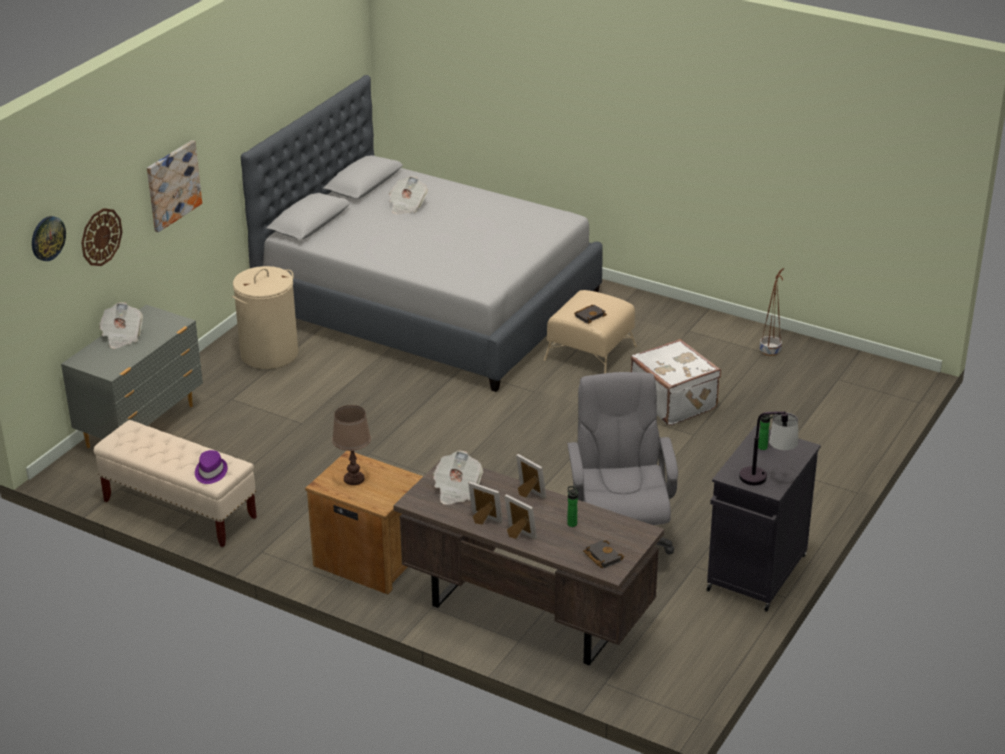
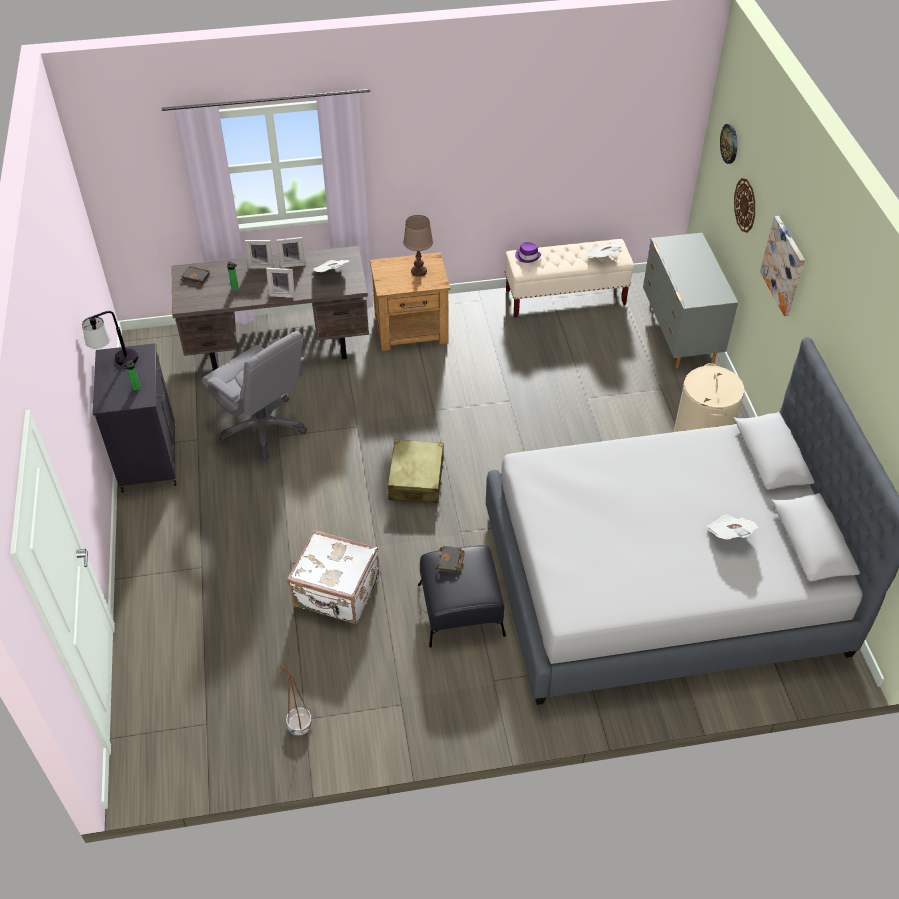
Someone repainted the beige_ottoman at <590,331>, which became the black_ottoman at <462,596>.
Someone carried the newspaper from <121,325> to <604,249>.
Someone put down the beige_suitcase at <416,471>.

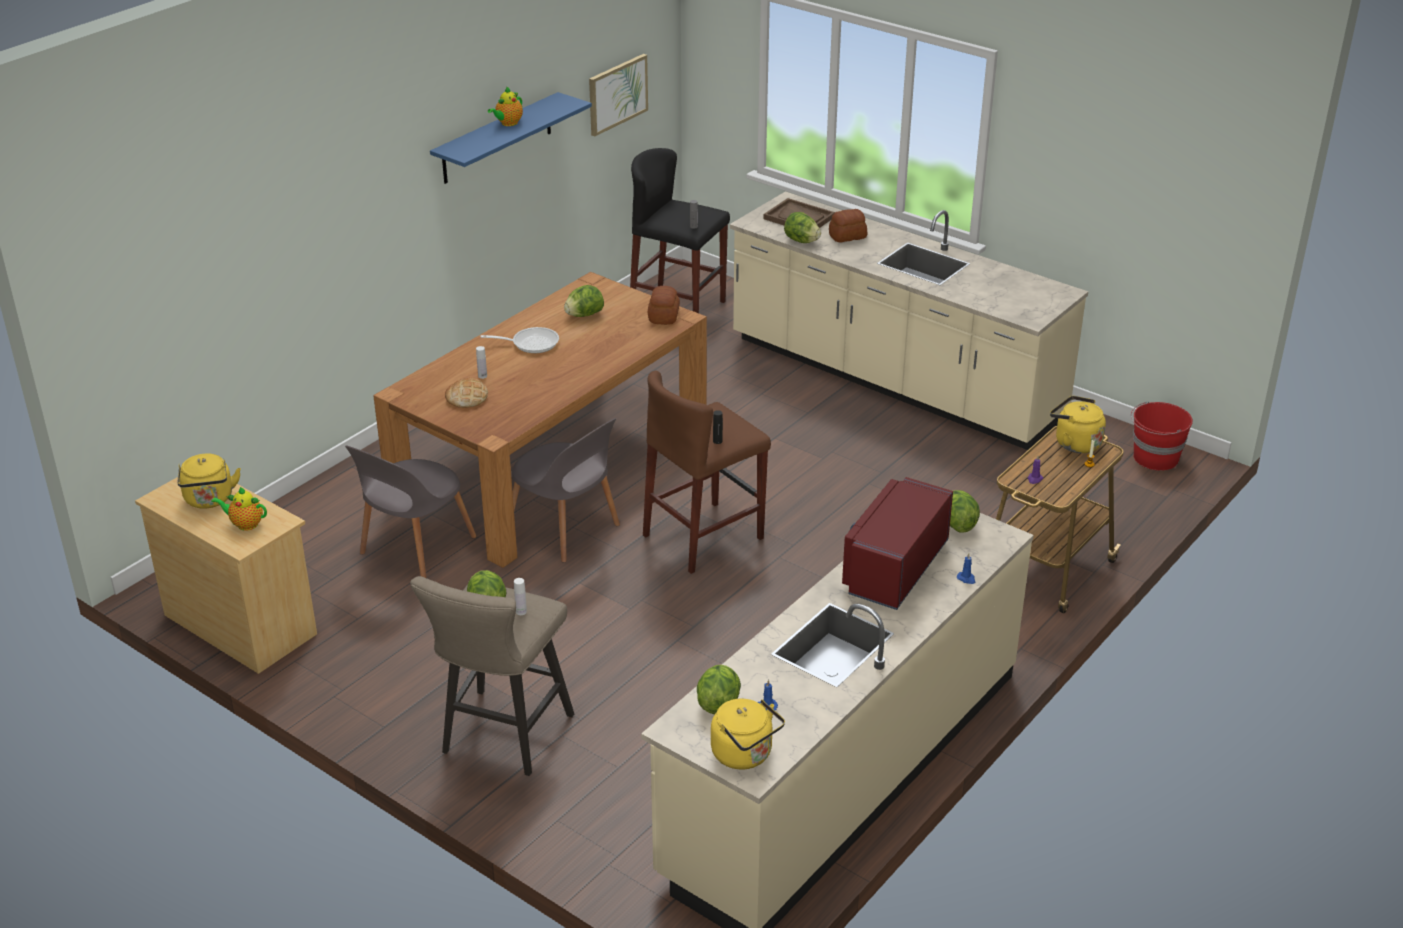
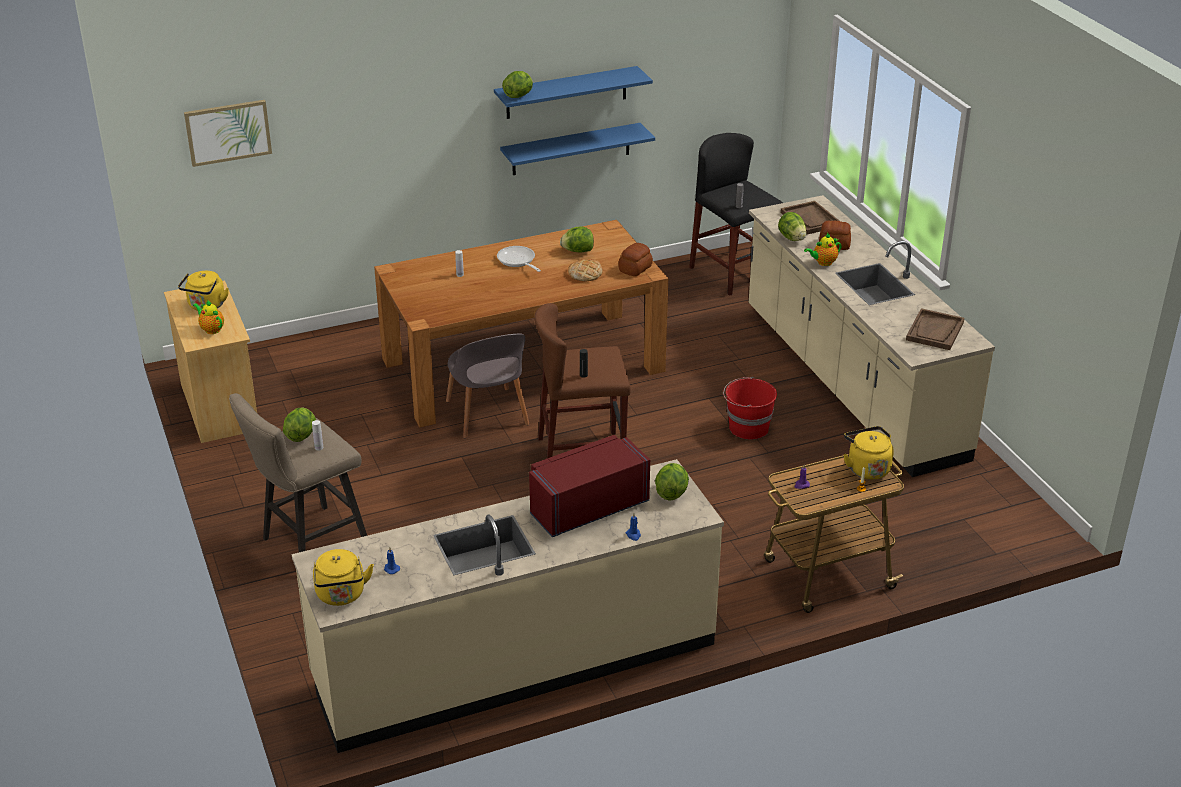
Someone carried the picture from <618,95> to <228,133>.
Someone carried the teapot from <505,106> to <823,249>.
Someone rotated the frying_pan at <520,340> by 150 degrees counterclockwise.
Someone carried the bread from <466,392> to <585,270>.
Someone carried the red_bucket from <1162,436> to <750,408>.
Someone took away the grey_chair at <411,511>.
Someone carried the lettuce from <719,689> to <517,84>.
Someone put up the blue_shelf at <577,149>.
Someone put down the brown_tray at <935,329>.

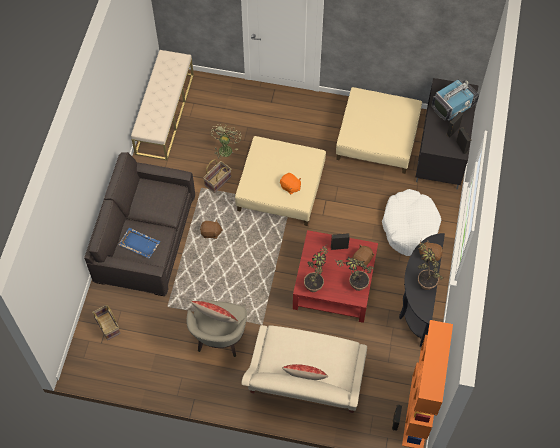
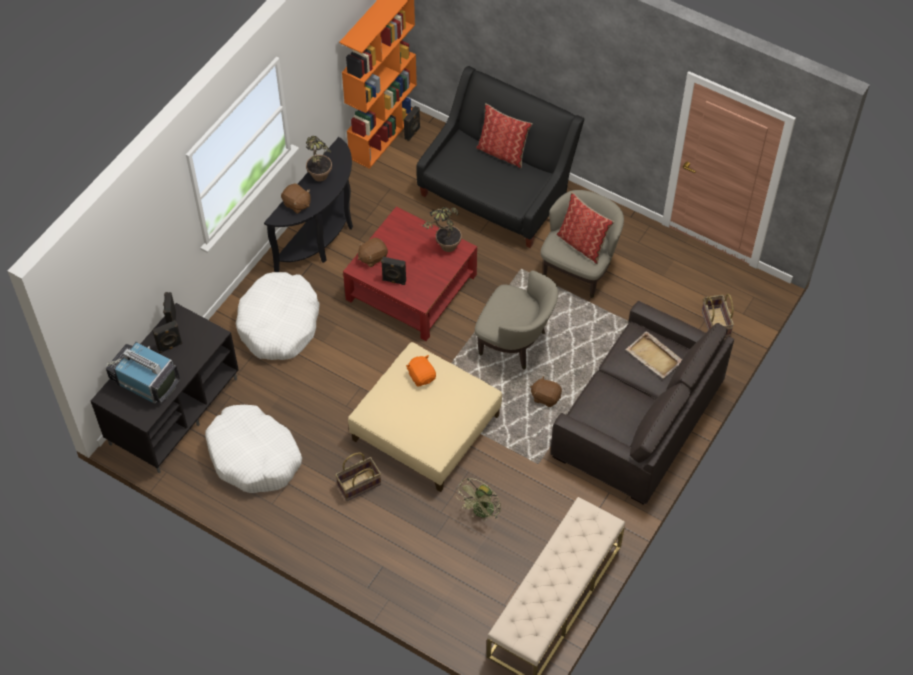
Someone rotated the television at <455,100> by 45 degrees clockwise.
Someone swapped the beige_ottoman at <379,130> for the white_dog_bed at <253,449>.
Someone carried the basket from <217,176> to <358,477>.
Someone repainted the blue_tray at <139,243>, which became the beige_tray at <654,355>.
Someone took away the potted_plant at <354,274>.
Someone repainted the beige_sofa at <304,369>, which became the black_sofa at <500,157>.
Someone put down the beige_armchair at <516,320>.

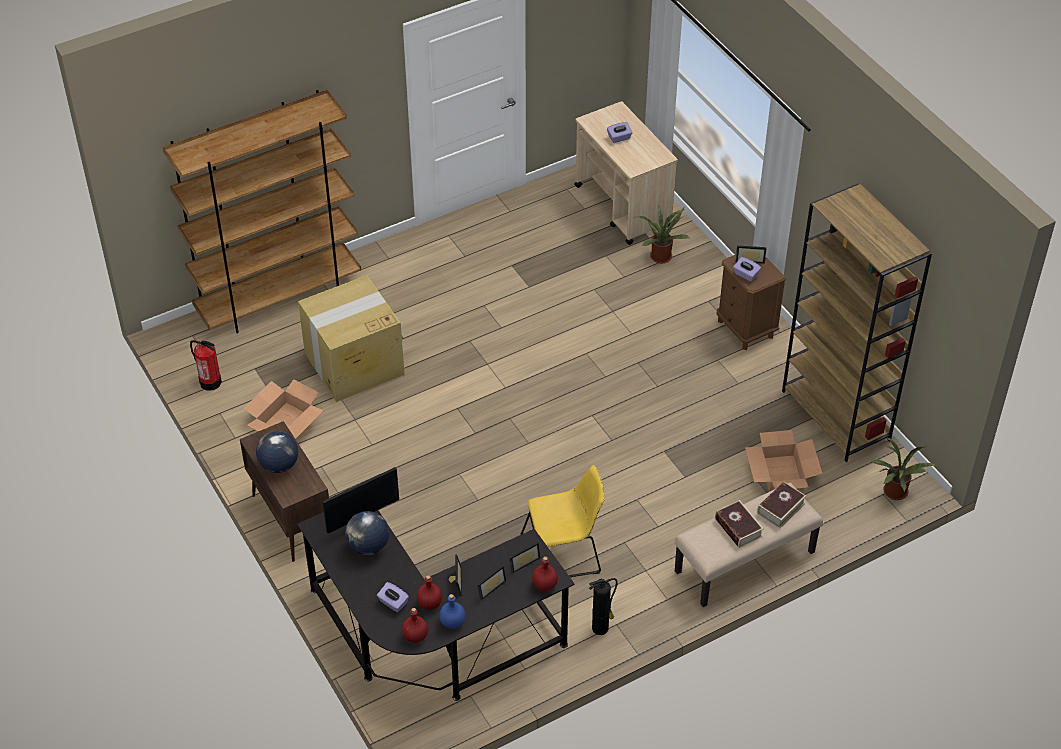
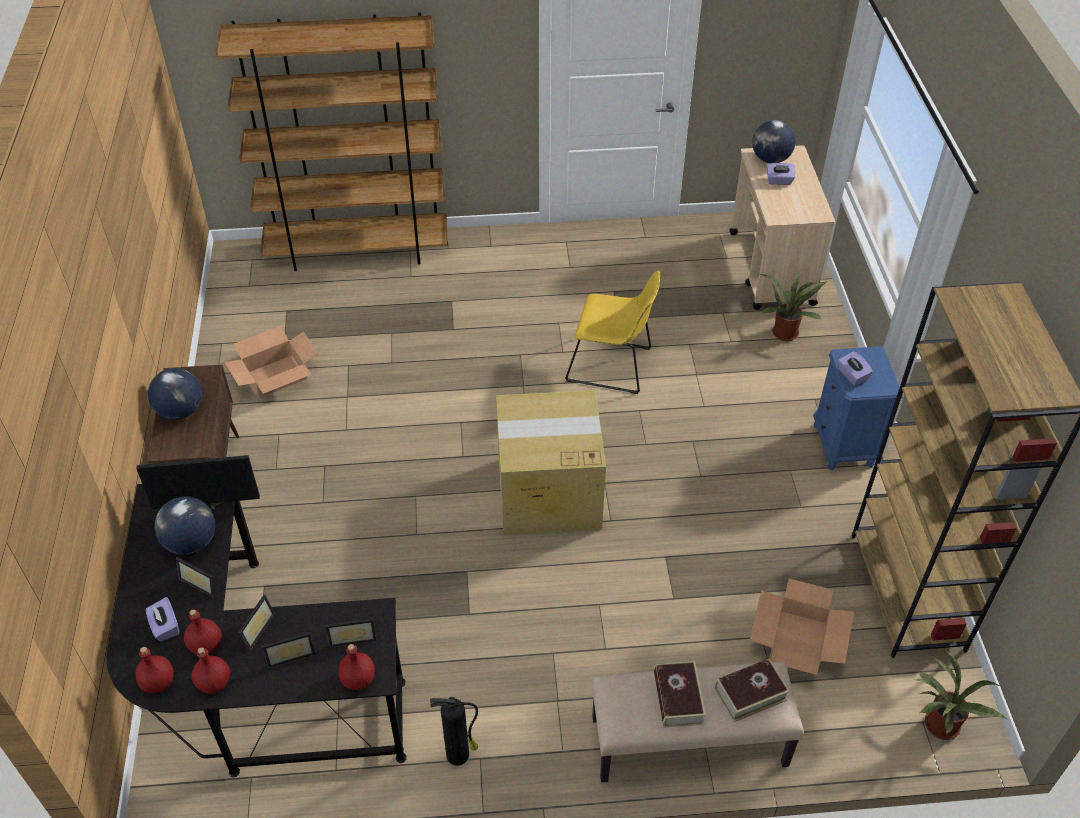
Someone repainted the brown_nightstand at <751,298>, which became the blue_nightstand at <858,408>.
Someone carried the picture_frame from <751,255> to <196,577>.
Someone carried the cardboard_box from <351,338> to <551,462>.
Someone took away the fire_extinguisher at <206,365>.
Someone carried the yellow_chair from <562,521> to <612,332>.
Someone repainted the blue_bottle at <452,611>, which became the red_bottle at <211,670>.
Someone put down the globe at <774,141>.

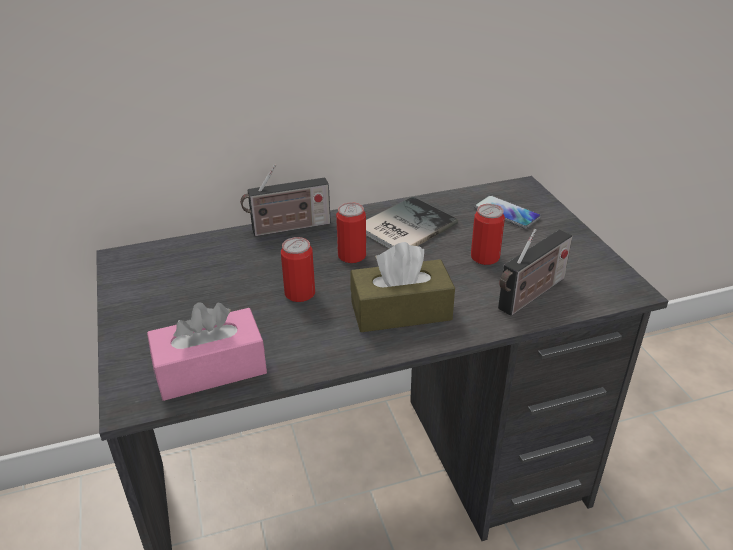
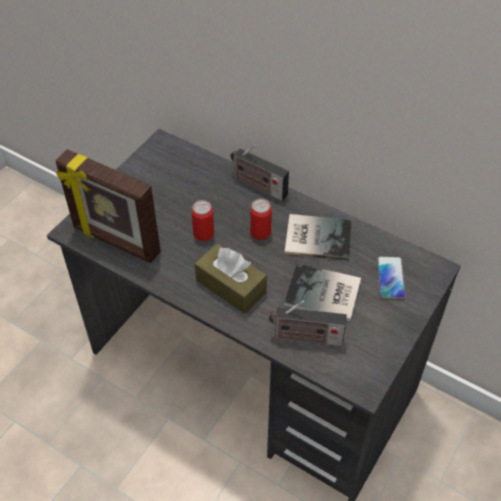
Someone swapped the can at <488,234> for the book at <322,292>.
Someone swapped the pink_tissue_box at <207,351> for the picture_frame at <108,206>.

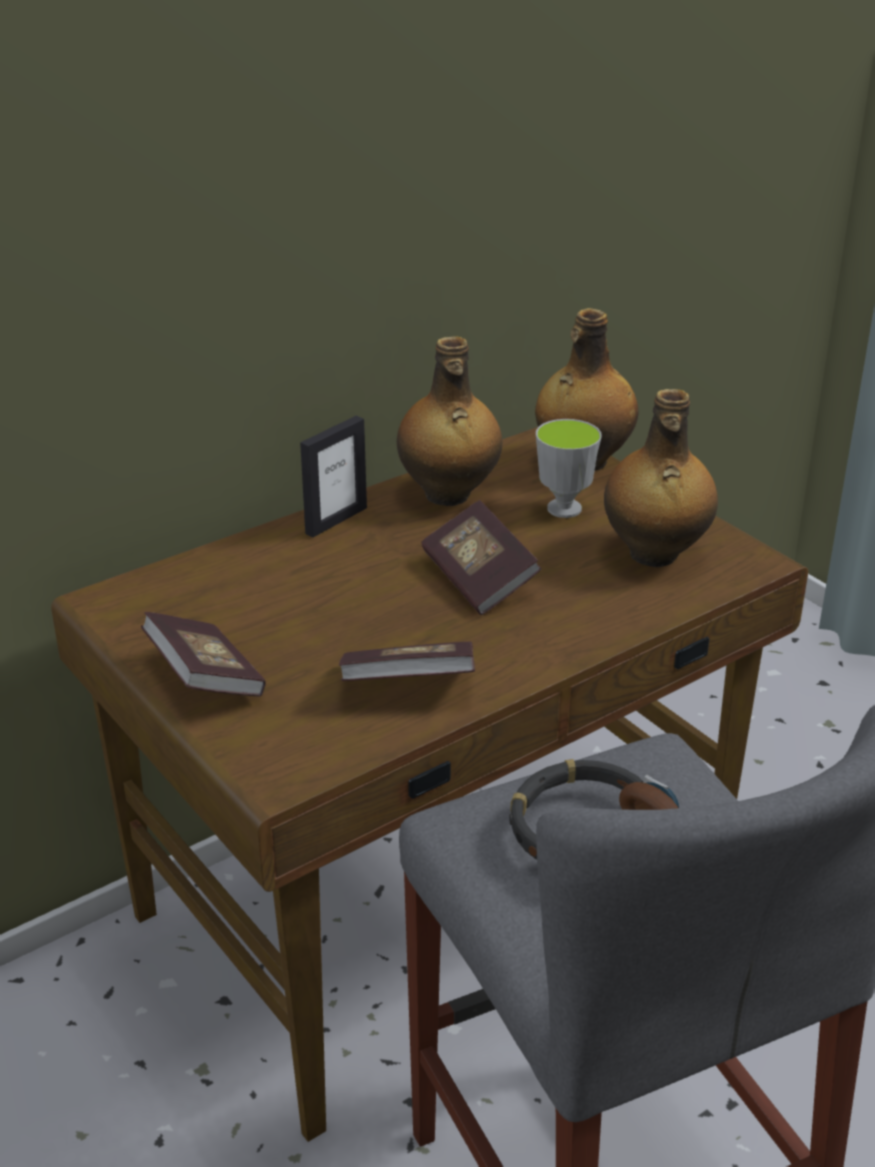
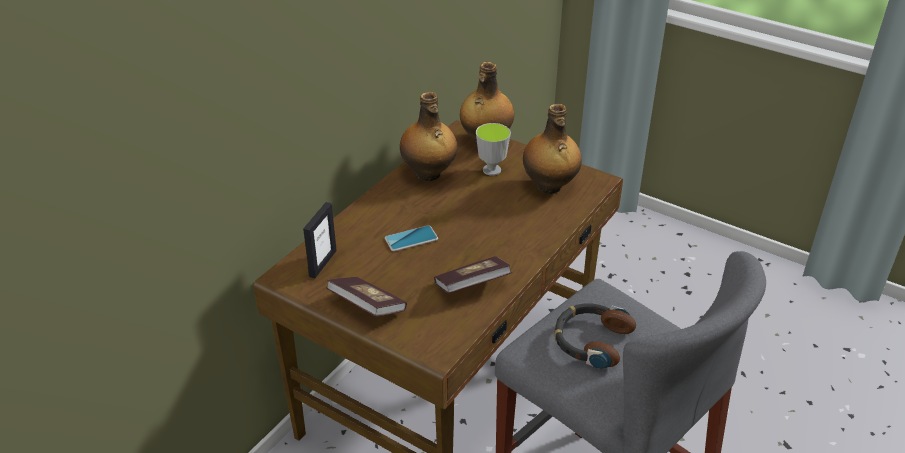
Someone carried the picture_frame from <333,476> to <320,240>.
Someone took away the book at <481,557>.
Someone put down the phone at <411,238>.

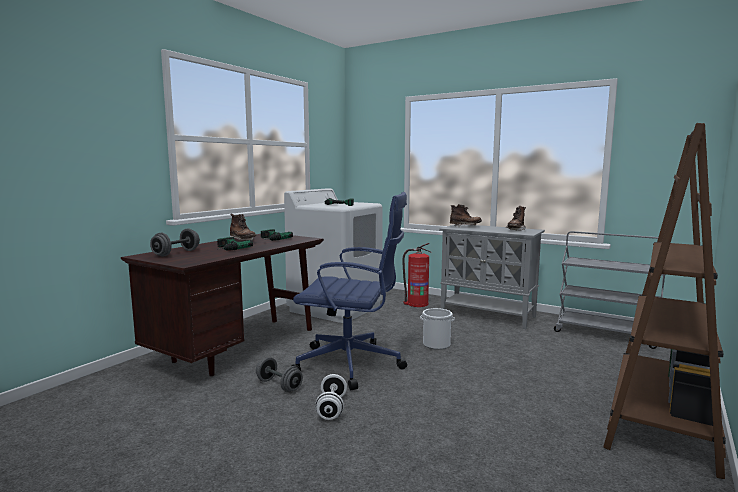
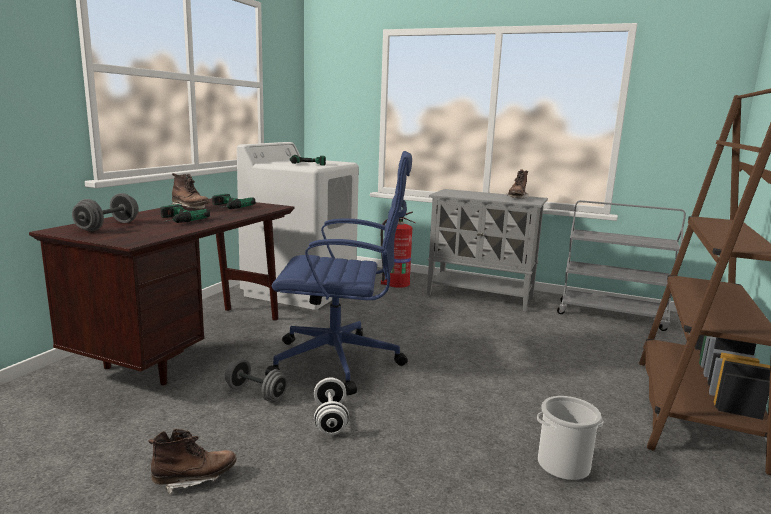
Someone carried the brown_boot from <466,215> to <192,462>.
Someone carried the bucket from <437,329> to <570,438>.

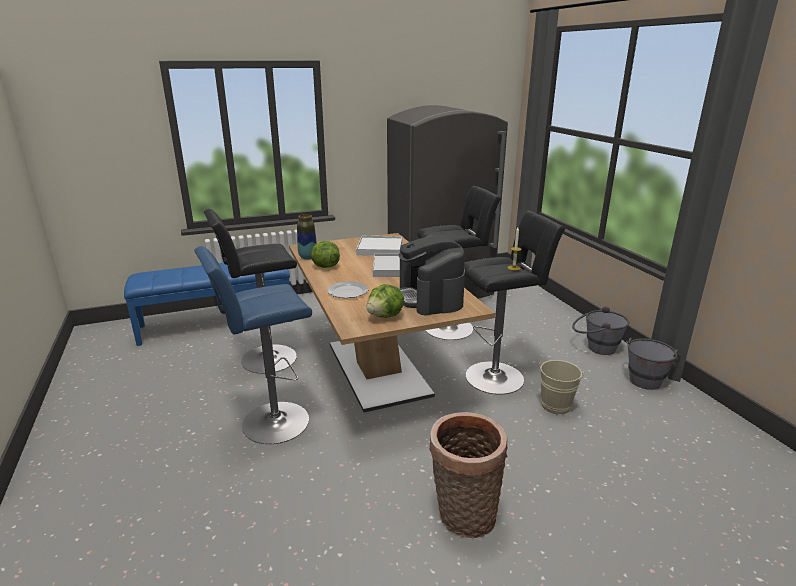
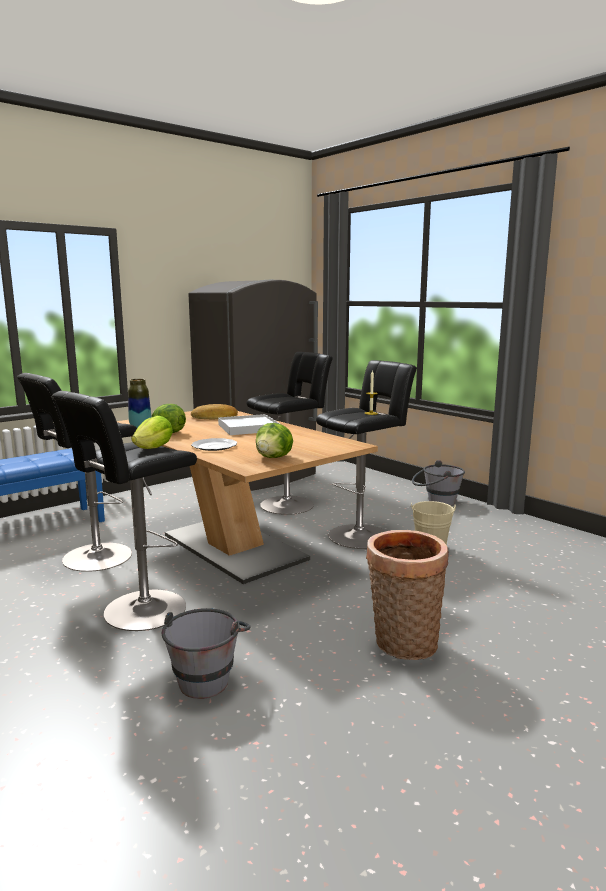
Someone took away the coffee_machine at <432,275>.
Someone swapped the white_tray at <379,246> for the bread at <214,411>.
Someone repainted the blue_stool at <253,345>, which became the black_stool at <124,511>.
Someone carried the grey_bucket from <653,364> to <206,653>.
Someone put down the lettuce at <152,432>.

